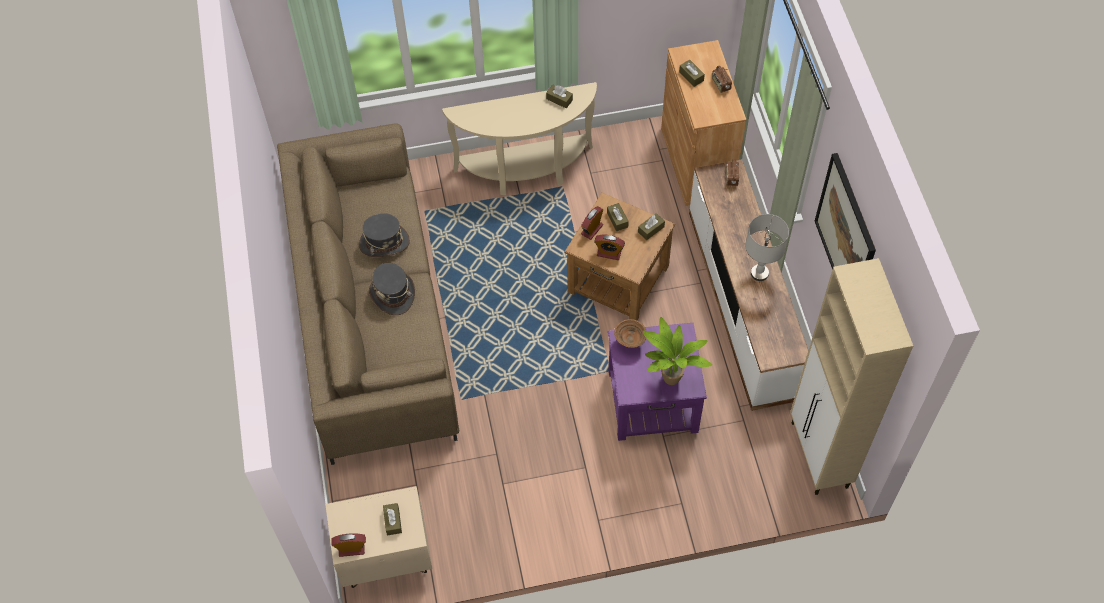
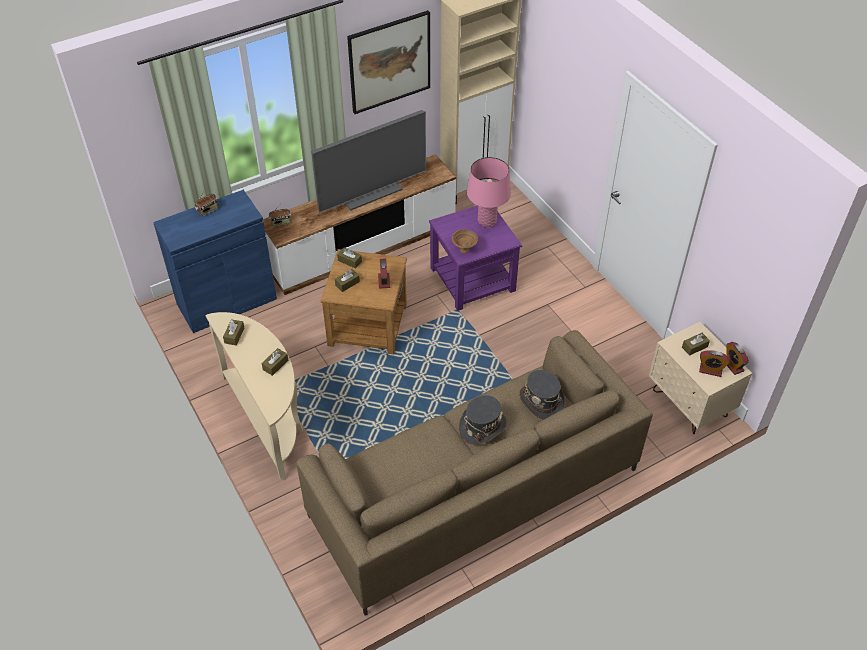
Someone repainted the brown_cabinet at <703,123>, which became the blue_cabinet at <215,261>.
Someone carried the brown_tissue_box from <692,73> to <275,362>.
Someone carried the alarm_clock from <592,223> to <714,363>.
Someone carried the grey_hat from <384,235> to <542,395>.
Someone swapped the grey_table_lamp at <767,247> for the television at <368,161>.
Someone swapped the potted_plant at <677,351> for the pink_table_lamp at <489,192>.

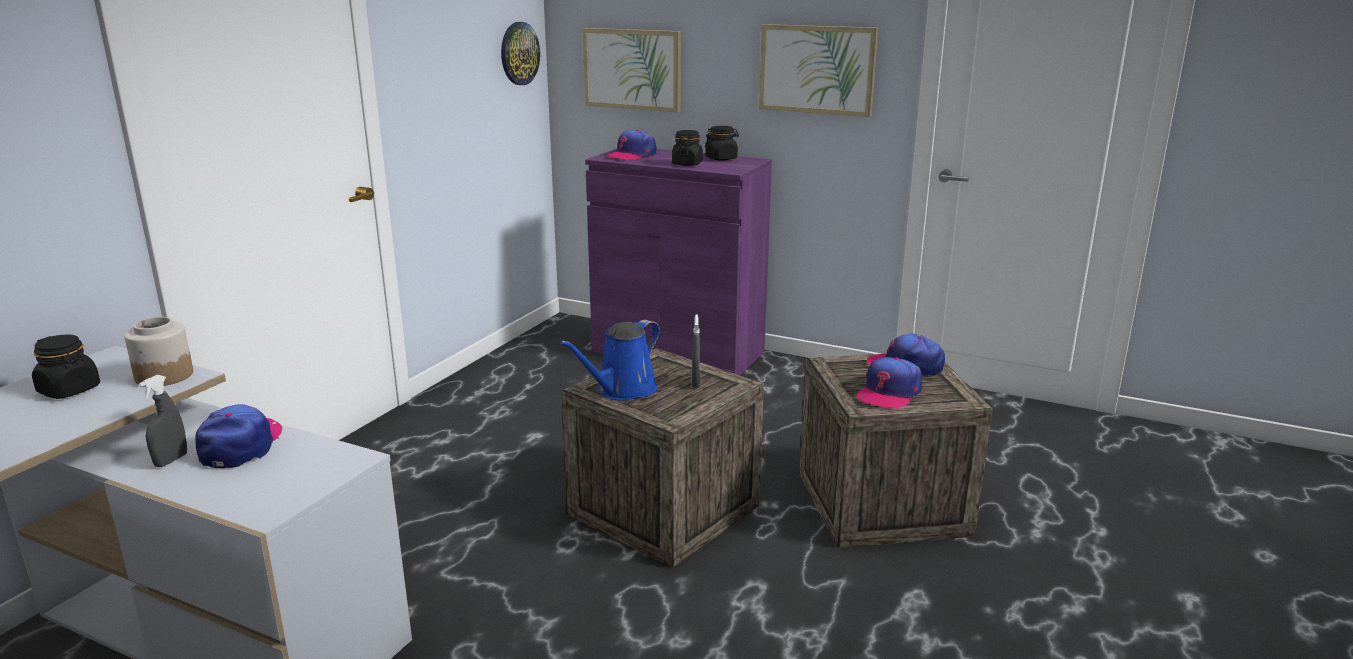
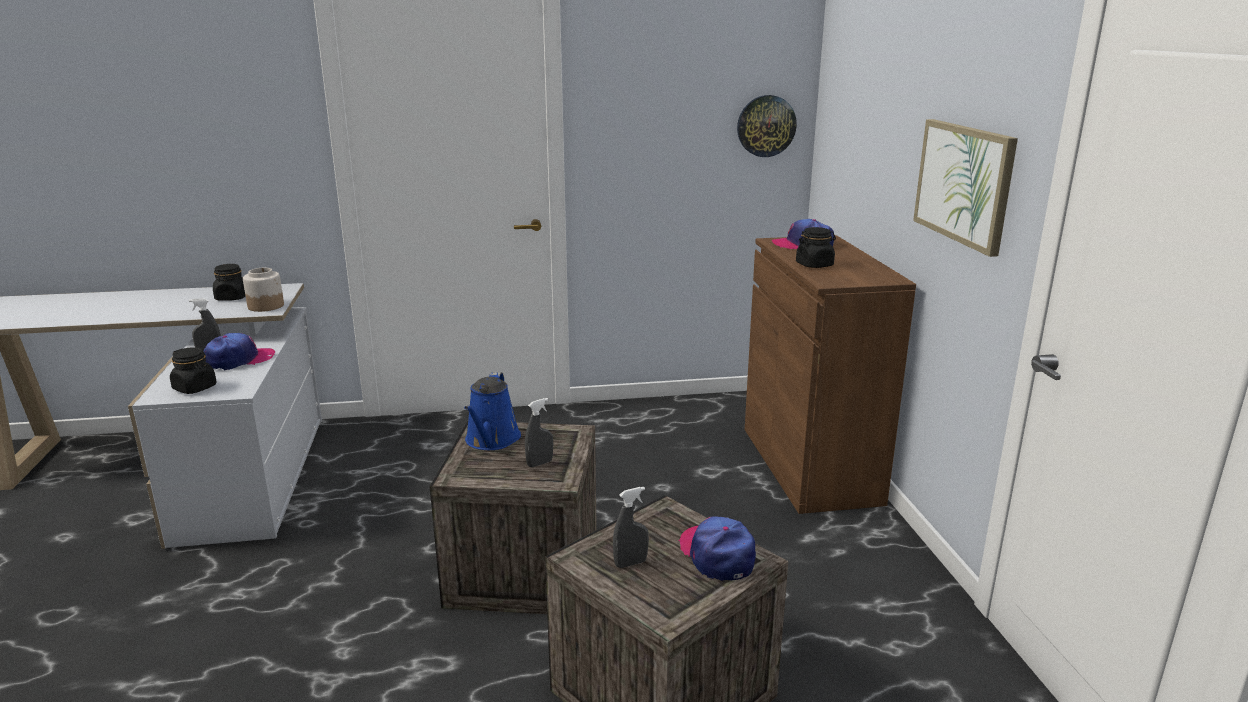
Someone took away the picture at <631,70>.
Someone carried the black_jar from <722,143> to <193,370>.
Someone repainted the purple_cabinet at <678,262>, which became the brown_cabinet at <830,374>.
Someone rotated the blue_watering_can at <610,360> by 90 degrees counterclockwise.
Someone swapped the cap at <889,383> for the grey_spray_bottle at <631,527>.

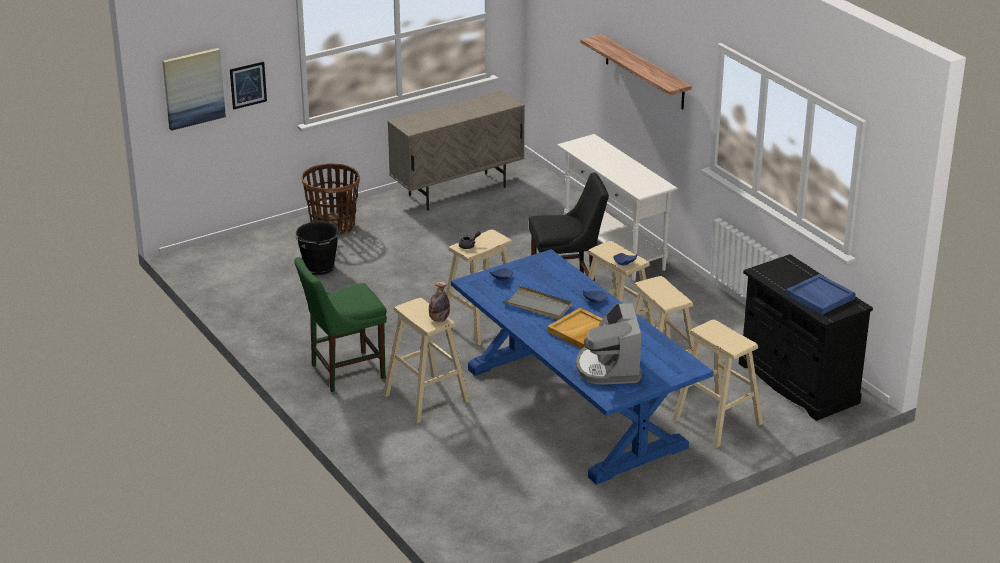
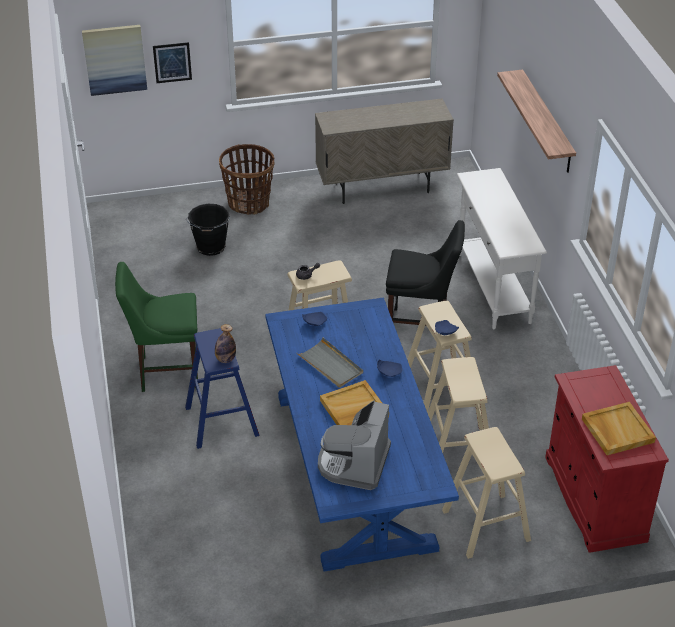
Someone repainted the black_cabinet at <806,337>, which became the red_cabinet at <607,459>.
Someone repainted the blue_tray at <821,294>, which became the beige_tray at <619,428>.
Someone repainted the beige_stool at <426,360>, which became the blue_stool at <222,388>.

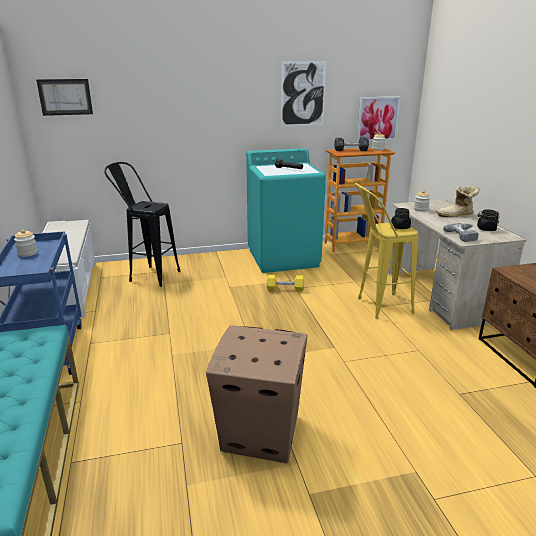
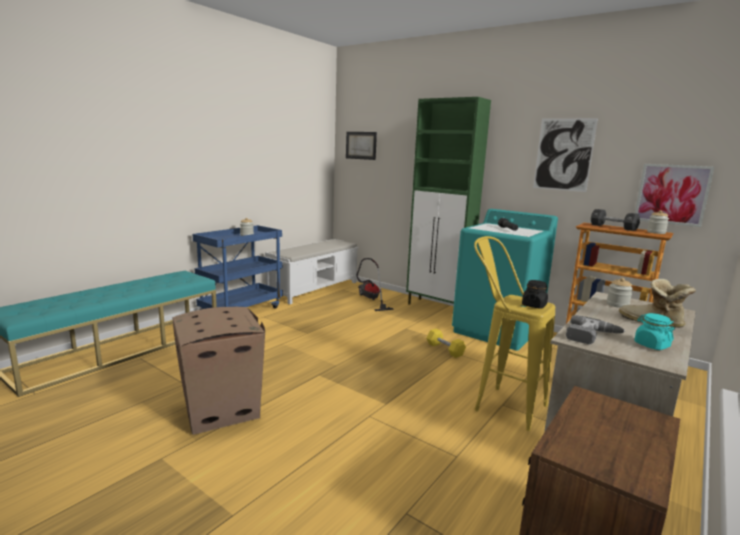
Someone swapped the black_stool at <142,224> for the vacuum_cleaner at <375,284>.
Someone repainted the black_jar at <488,220>, which became the turquoise_jar at <654,331>.
Someone put down the green_cabinet at <448,201>.

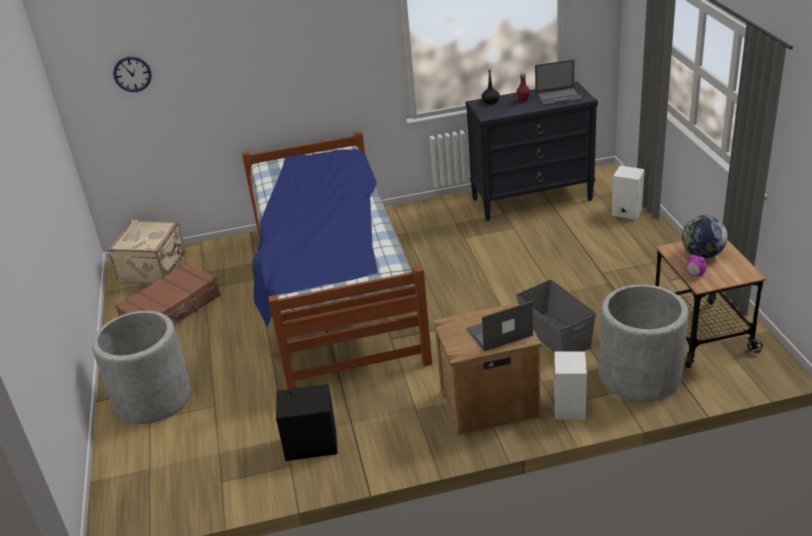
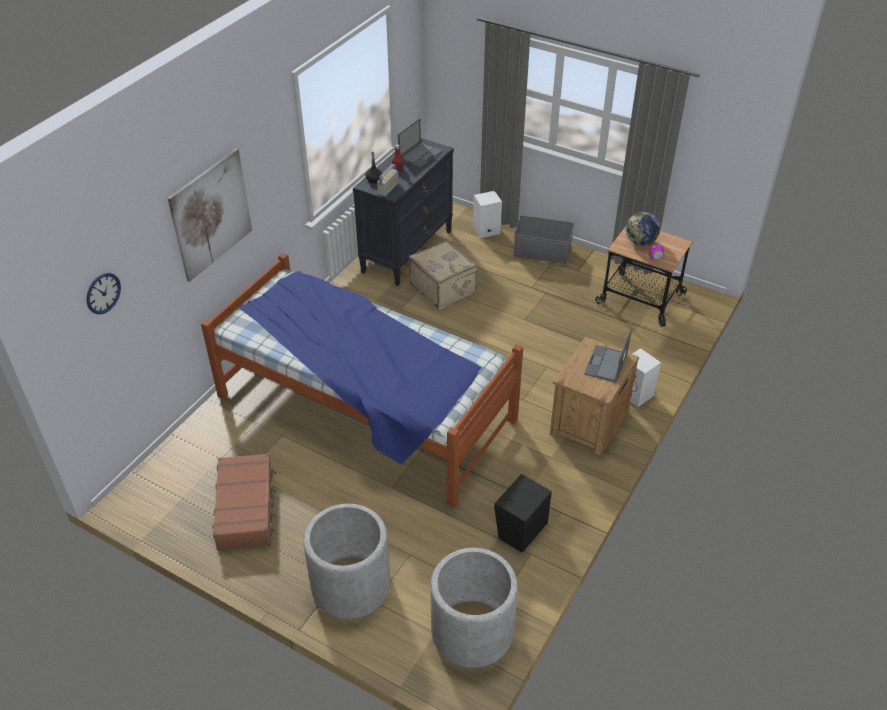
Someone carried the beige_suitcase from <146,252> to <443,275>.
Someone carried the grey_storage_box from <556,316> to <544,239>.
Someone carried the grey_planter from <644,343> to <474,608>.
Someone put up the picture at <210,215>.
Someone put down the radio at <388,180>.

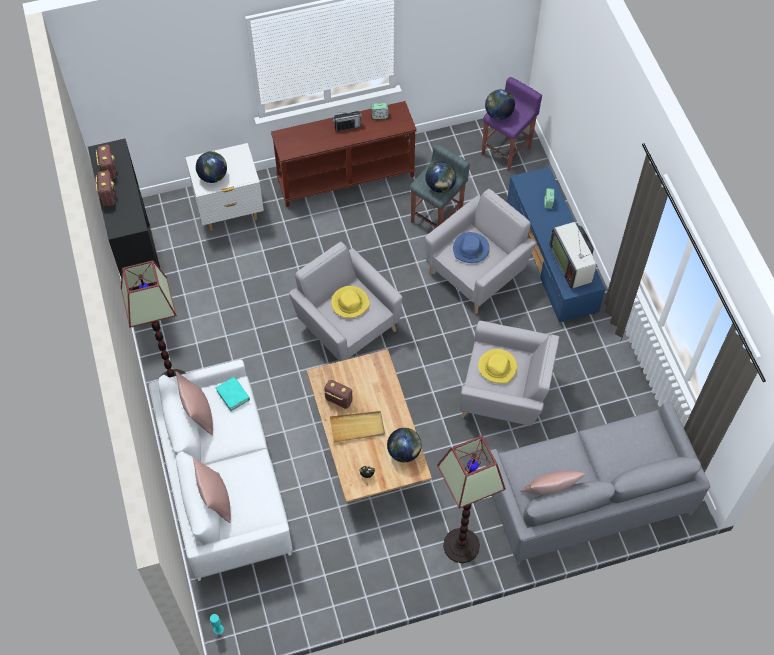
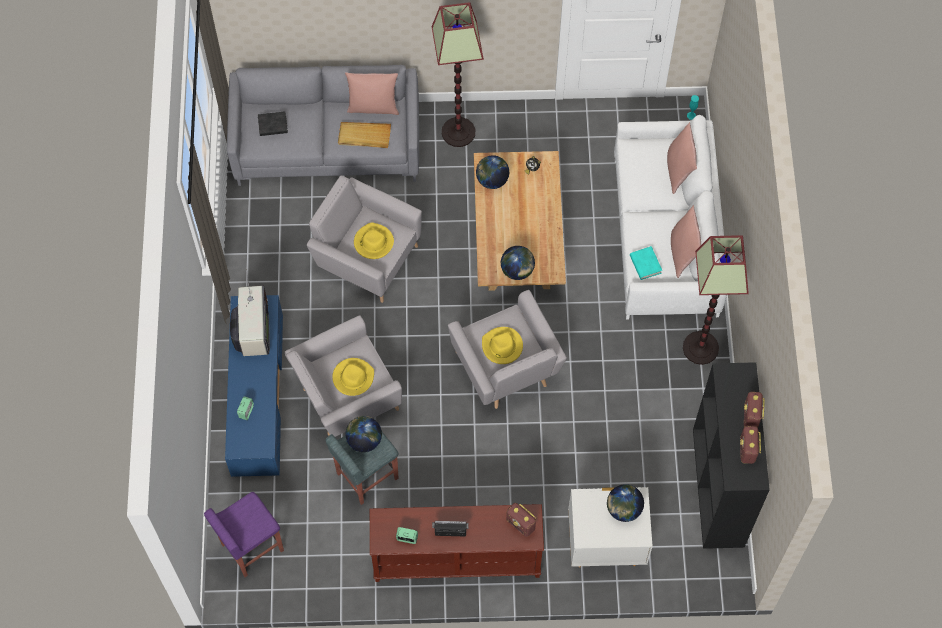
Someone carried the globe from <500,105> to <518,263>.
Someone repainted the blue_hat at <471,247>, which became the yellow_hat at <353,377>.
Someone carried the radio from <338,394> to <521,520>.
Someone carried the beige_tray from <357,426> to <364,135>.
Someone put down the black_book at <273,123>.

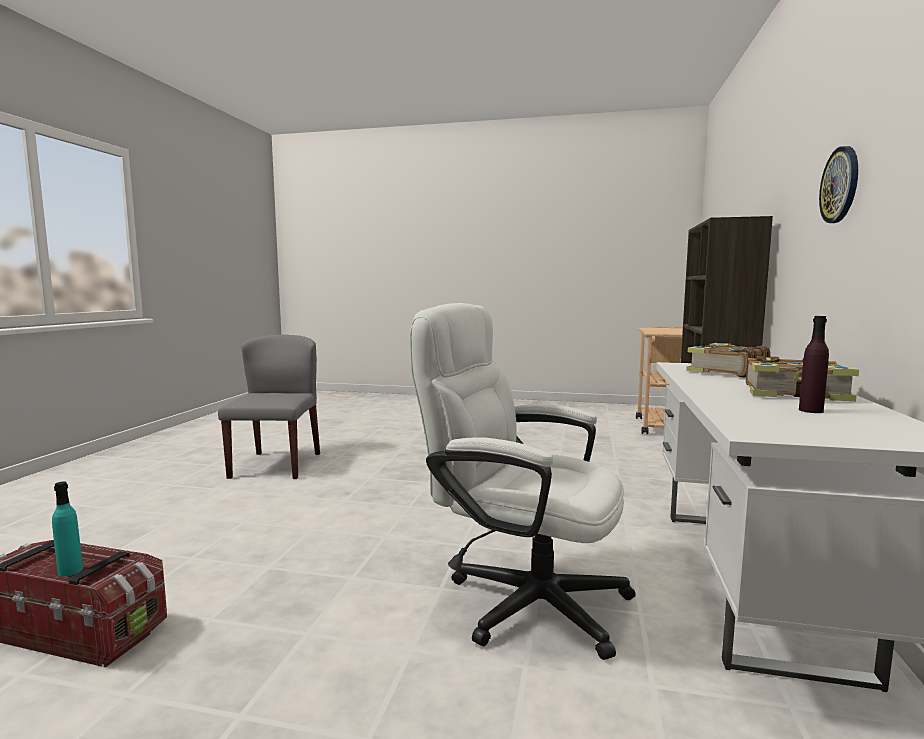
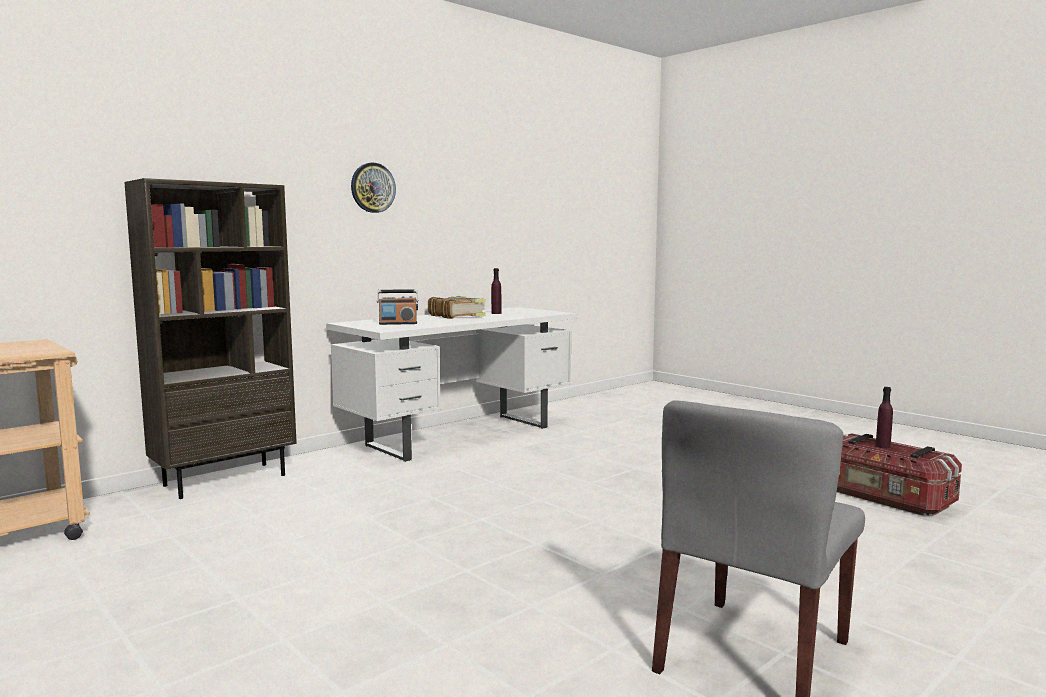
Someone took away the white_office_chair at <523,481>.
Someone swapped the book at <728,360> for the radio at <397,307>.
Someone repainted the turquoise_bottle at <67,529>, which became the purple_bottle at <884,417>.

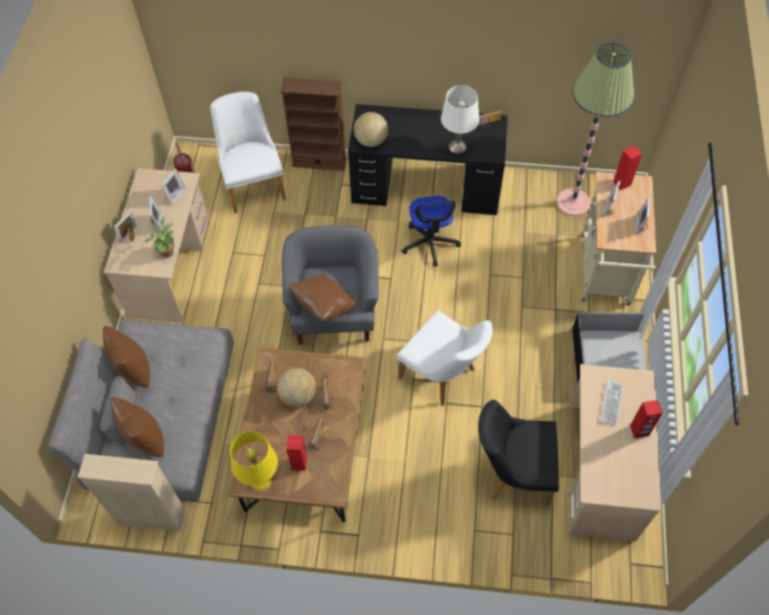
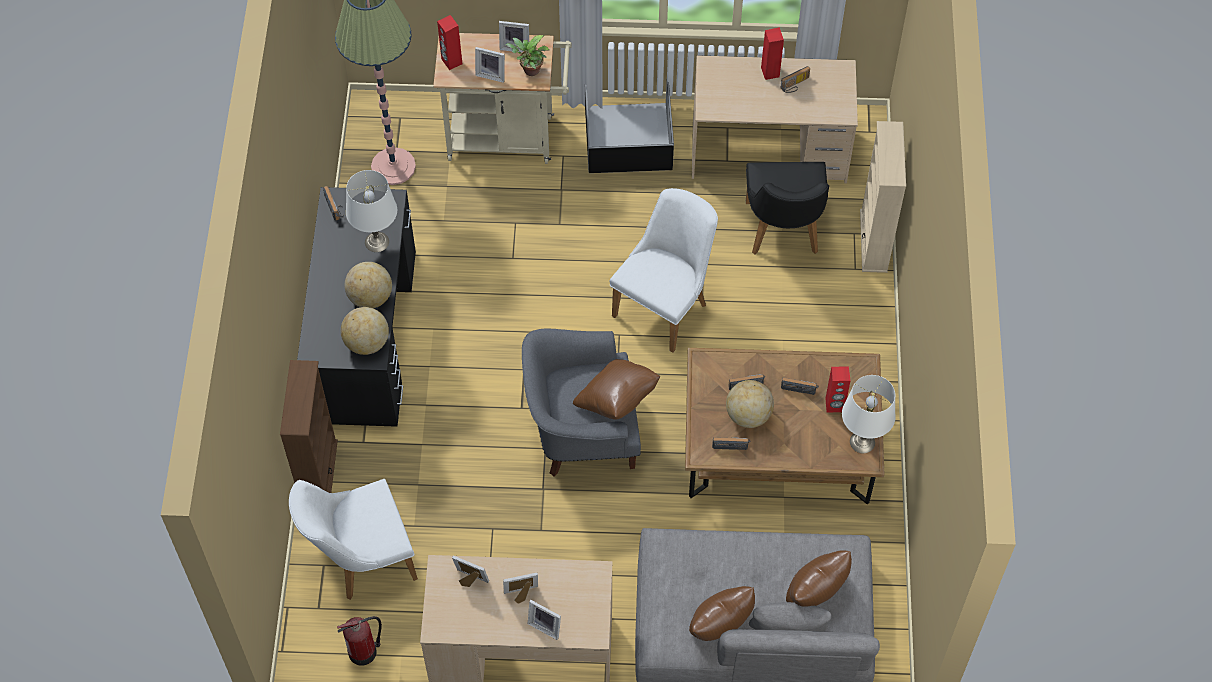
Someone took away the office_chair at <431,231>.
Someone carried the potted_plant from <159,237> to <527,55>.
Someone took away the keyboard at <612,403>.
Someone repainted the yellow_table_lamp at <254,461>, which became the white_table_lamp at <869,414>.
Someone carried the beige_bookcase from <132,492> to <883,197>.
Someone put down the radio at <795,79>.
Someone put down the globe at <368,285>.

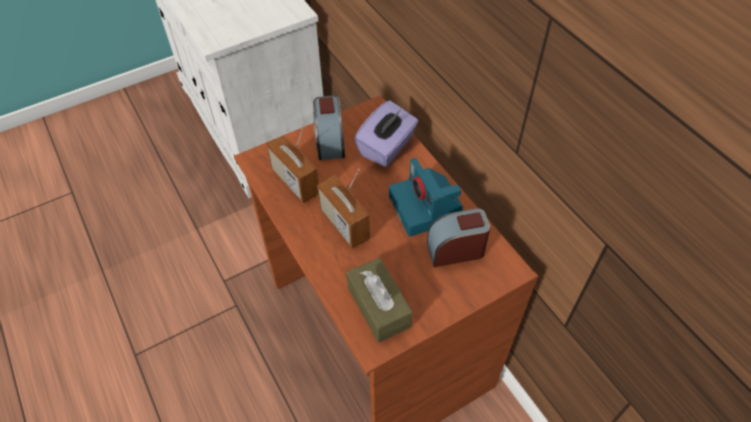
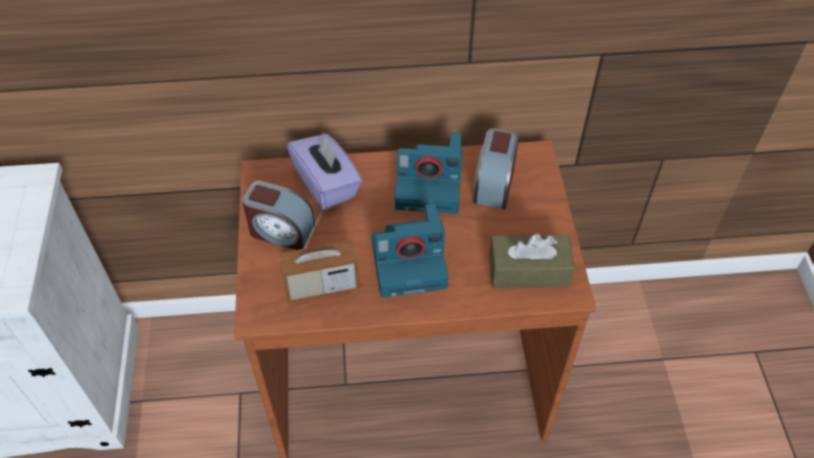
Someone swapped the radio at <343,209> for the photo_camera at <410,250>.

